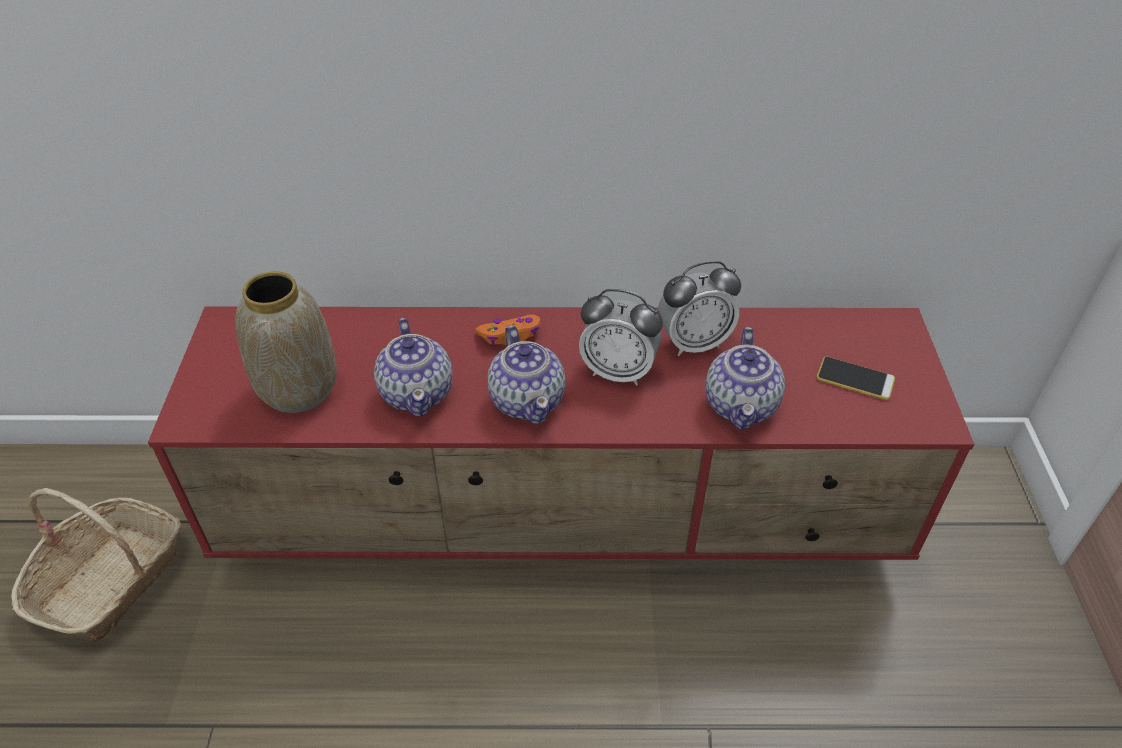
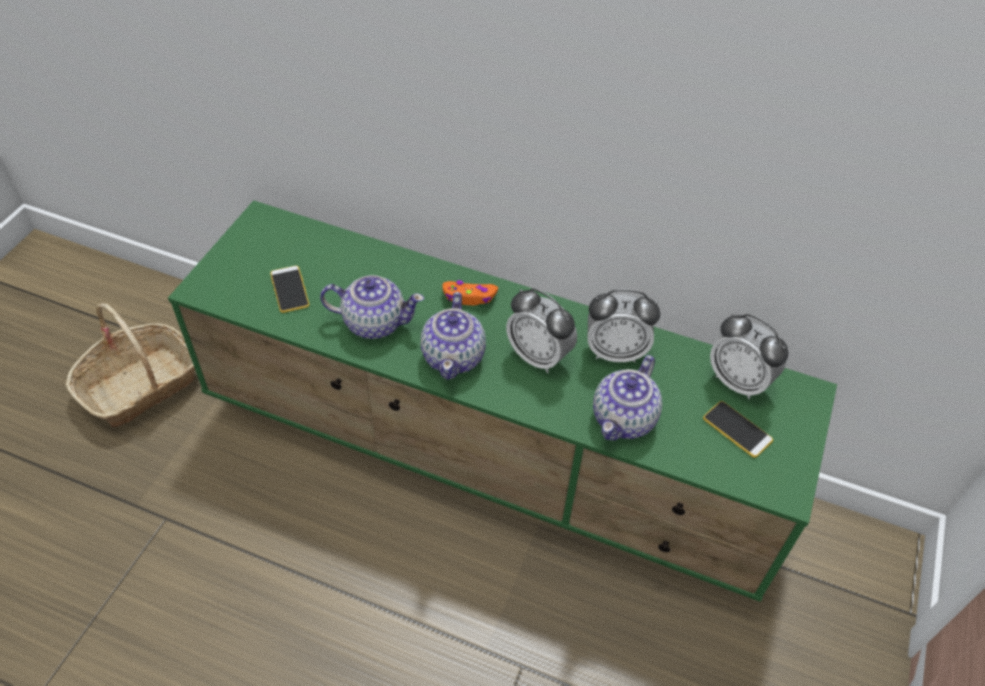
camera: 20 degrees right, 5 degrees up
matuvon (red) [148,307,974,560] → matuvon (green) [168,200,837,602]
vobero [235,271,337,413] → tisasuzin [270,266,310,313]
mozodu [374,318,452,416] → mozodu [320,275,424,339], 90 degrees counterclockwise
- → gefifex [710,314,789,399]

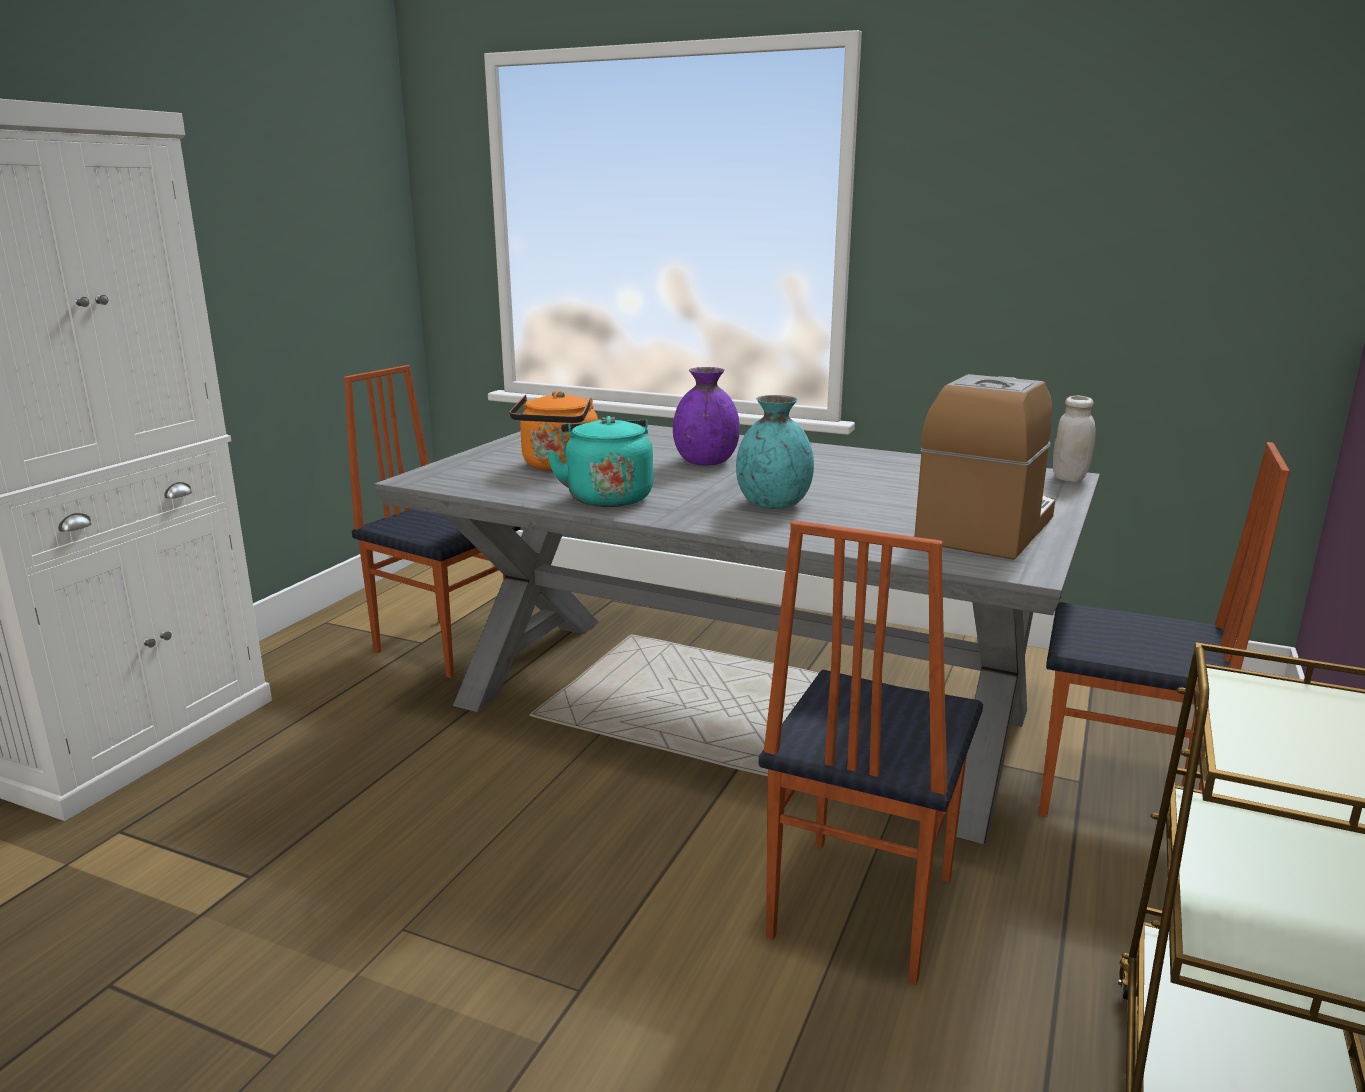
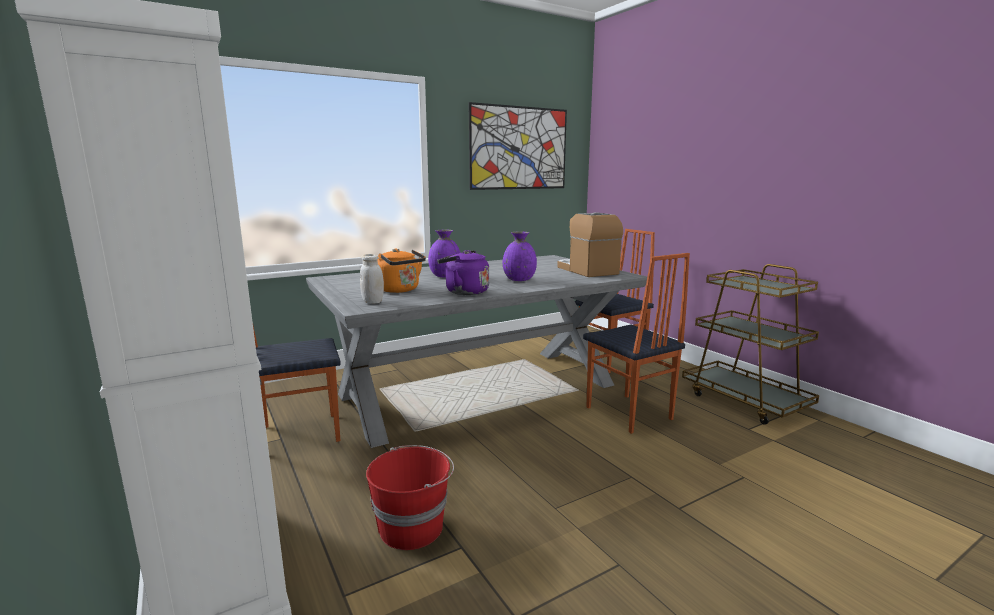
camera: 55 degrees left, 5 degrees down
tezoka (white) [1053,396,1096,482] → tezoka (white) [360,254,384,304], move
- → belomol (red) [366,445,454,550]
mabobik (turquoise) [546,416,653,507] → mabobik (purple) [437,250,489,295]
- → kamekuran [469,102,567,190]
vobero (turquoise) [736,395,814,509] → vobero (purple) [503,232,537,281]

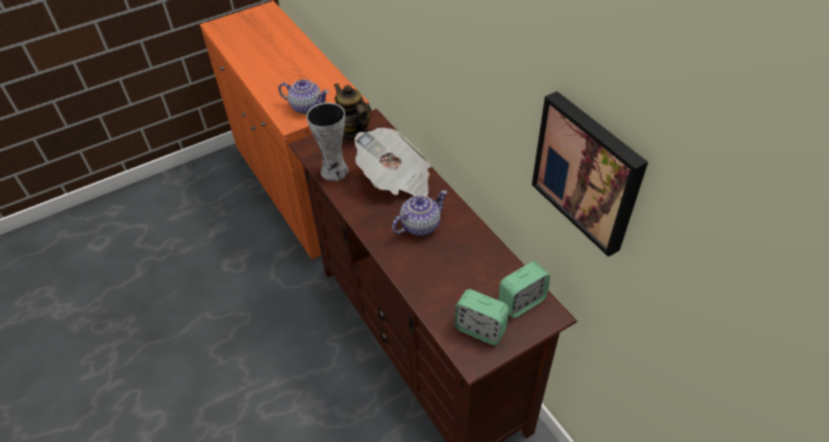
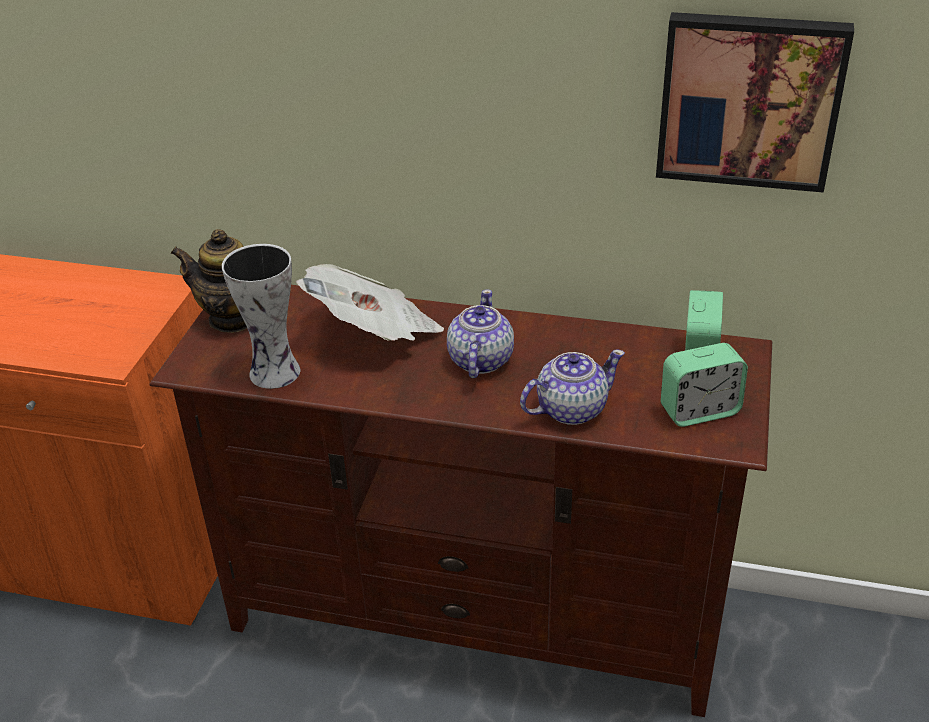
camera: 45 degrees left, 10 degrees down
mozodu [278,80,329,114] → mozodu [520,350,625,425], move

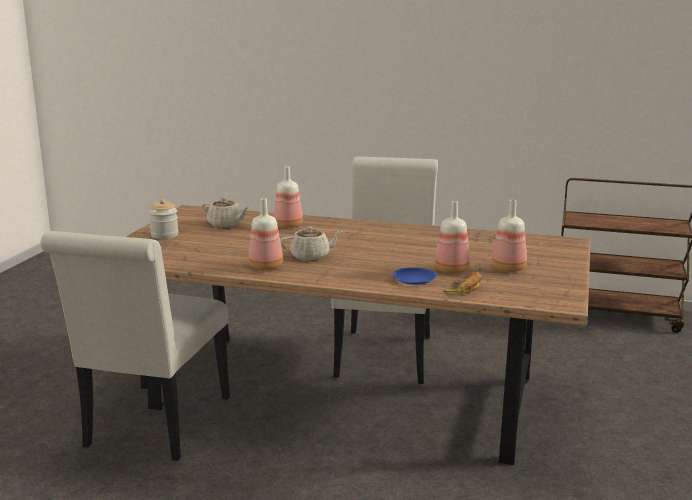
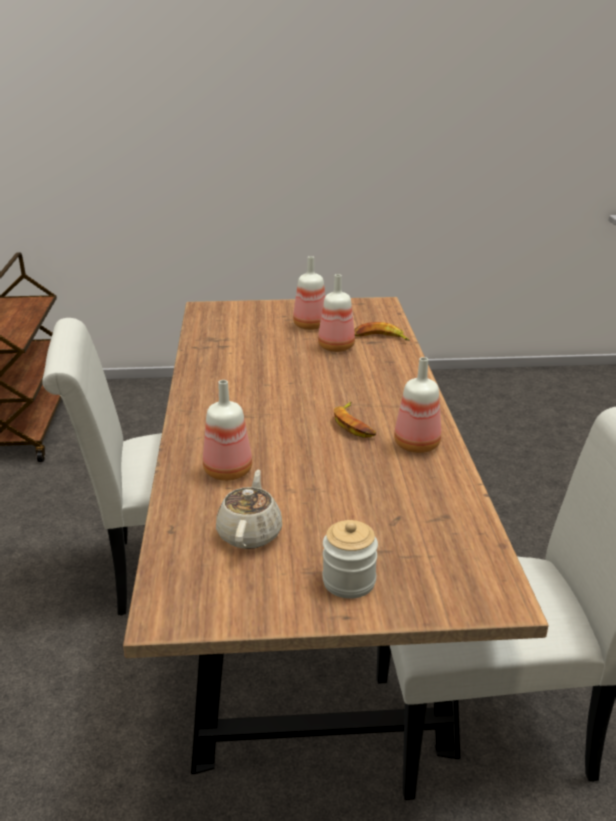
camera: 110 degrees left, 10 degrees up
mozodu (beige) [280,226,343,261] → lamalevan [334,402,376,438]
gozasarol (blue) [392,267,437,285] → -

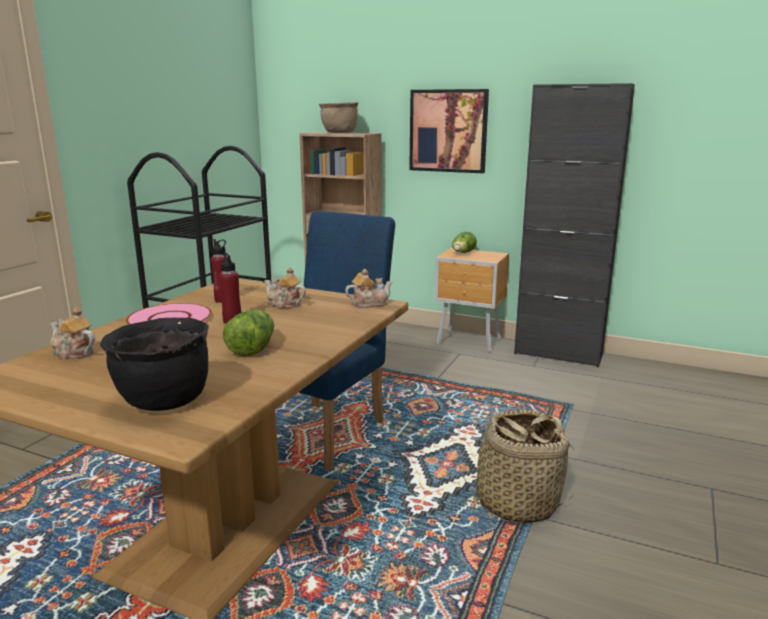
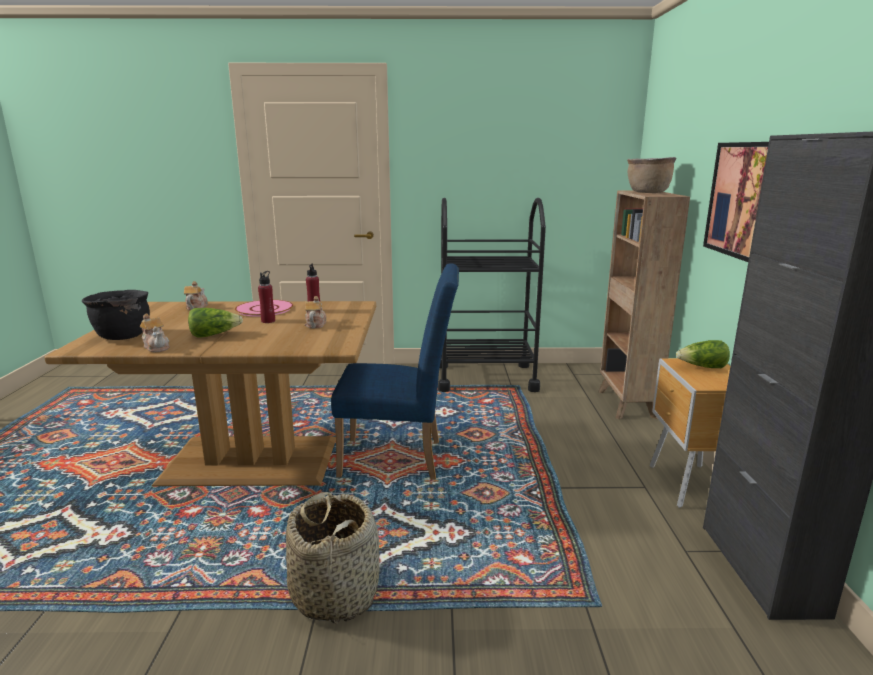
camera: 65 degrees right, 0 degrees up
mozodu [345,269,393,308] → mozodu [140,313,170,352], move

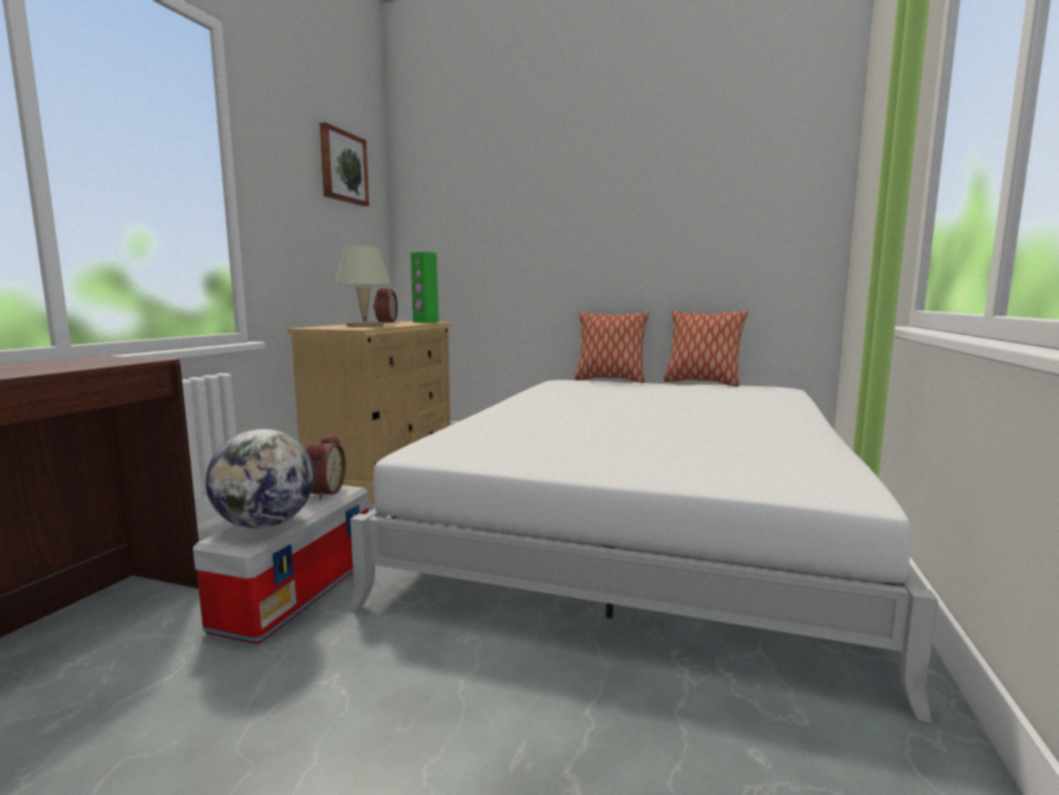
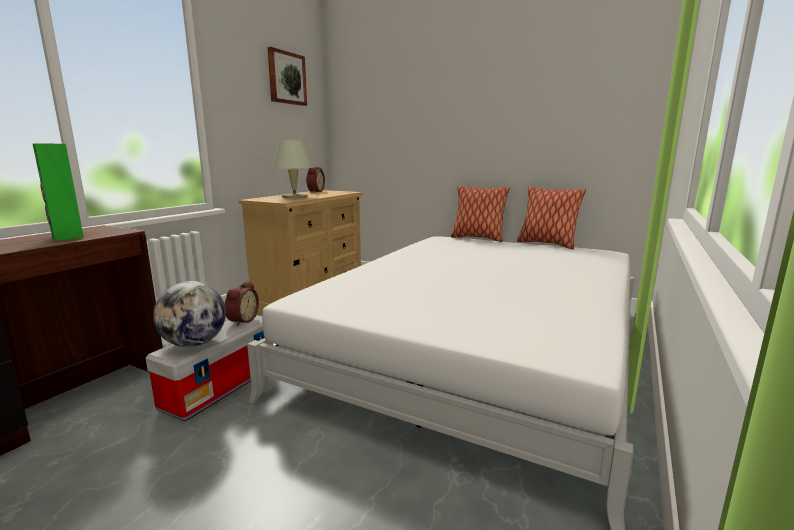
camera: 10 degrees right, 5 degrees up
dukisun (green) [411,252,439,323] → dukisun (green) [33,143,84,241], move

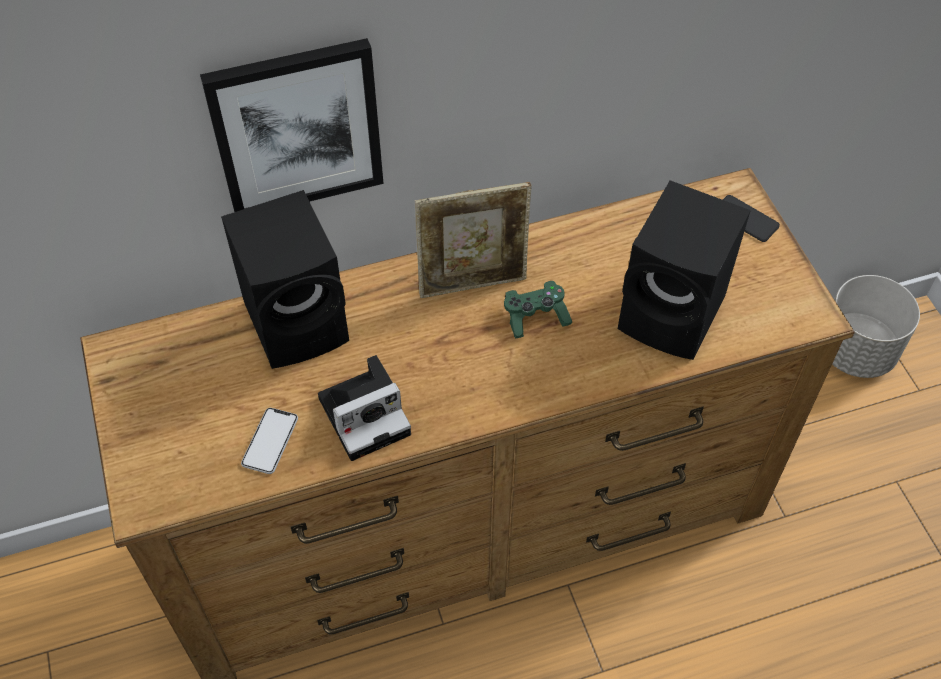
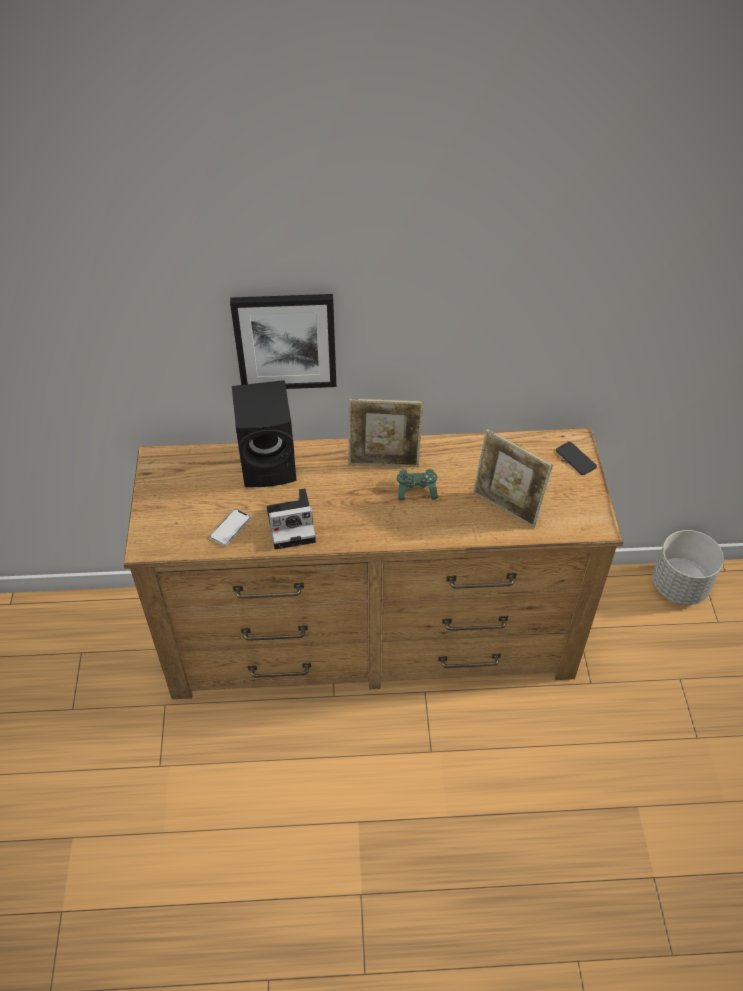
camera: 15 degrees right, 5 degrees down
dukisun (black) [618,180,751,360] → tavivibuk [473,429,553,528]

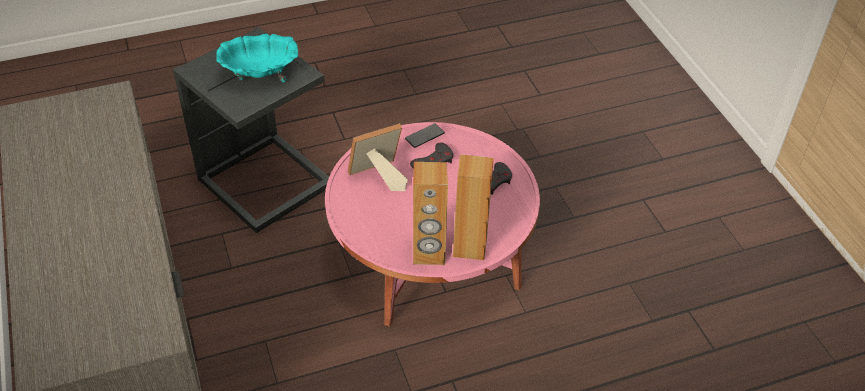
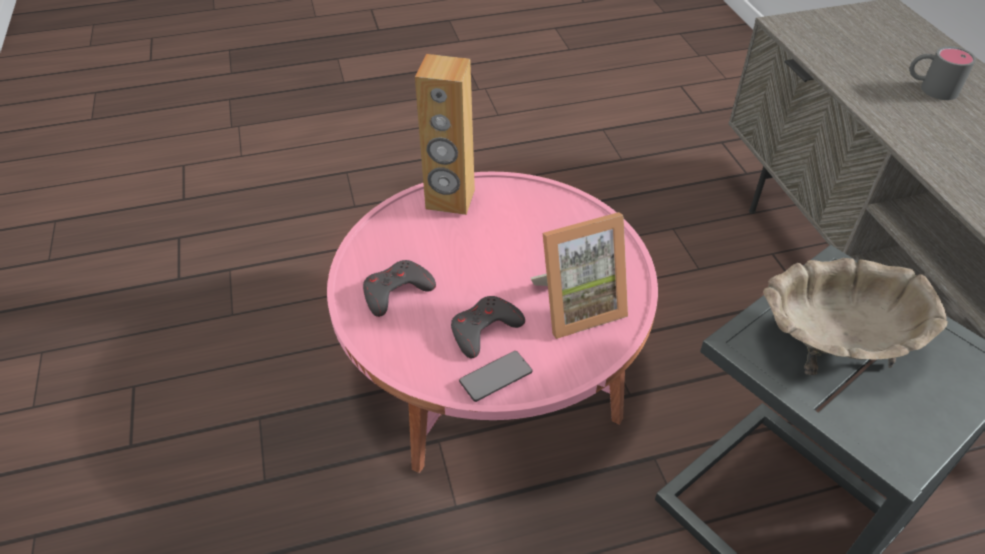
camera: 175 degrees left, 0 degrees up
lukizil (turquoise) [216,34,298,83] → lukizil (beige) [763,258,948,375]
- → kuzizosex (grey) [910,46,976,100]
dukisun (brown) [413,162,448,265] → -

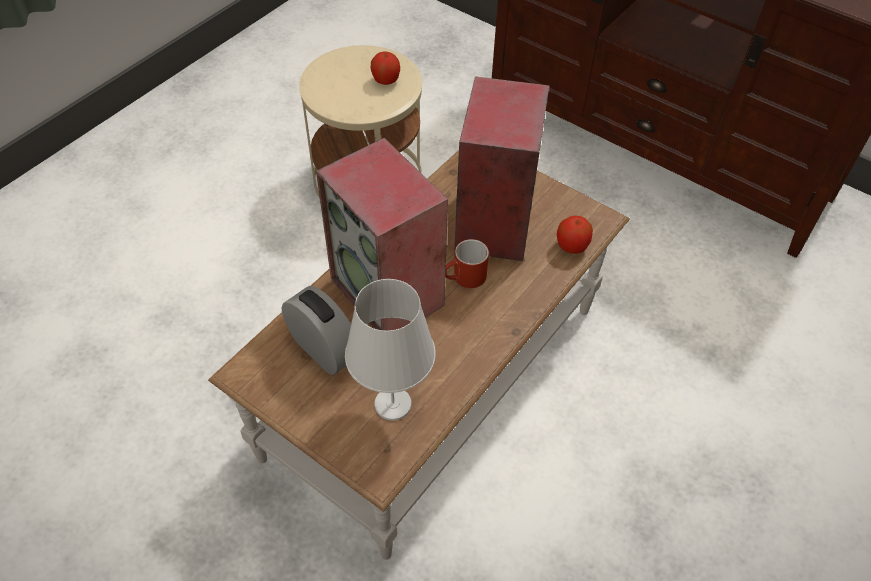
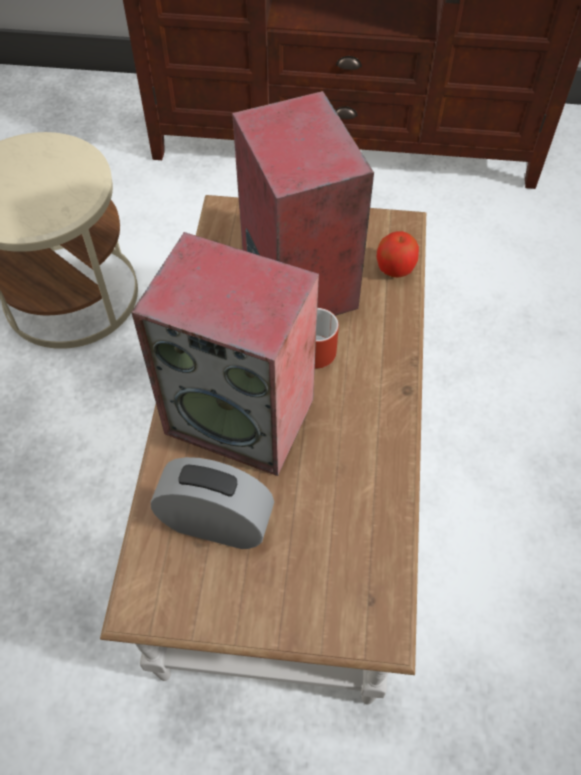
camera: 30 degrees left, 5 degrees up
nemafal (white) [345,279,436,421] → -
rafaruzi [371,52,400,85] → -

